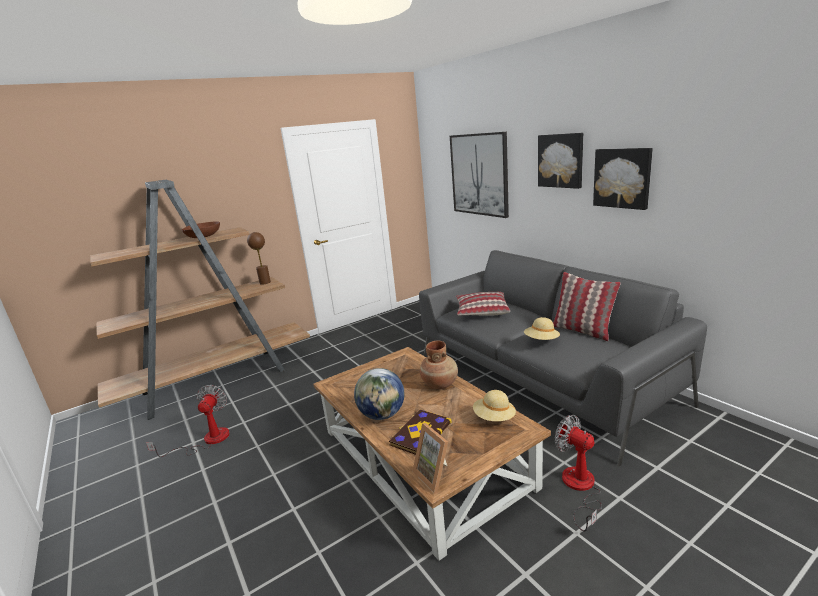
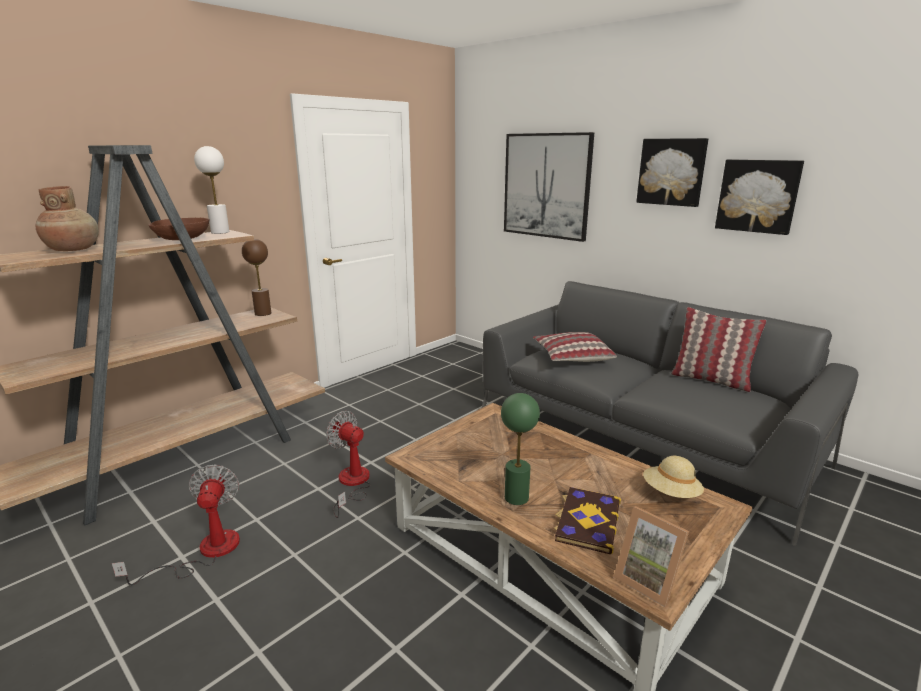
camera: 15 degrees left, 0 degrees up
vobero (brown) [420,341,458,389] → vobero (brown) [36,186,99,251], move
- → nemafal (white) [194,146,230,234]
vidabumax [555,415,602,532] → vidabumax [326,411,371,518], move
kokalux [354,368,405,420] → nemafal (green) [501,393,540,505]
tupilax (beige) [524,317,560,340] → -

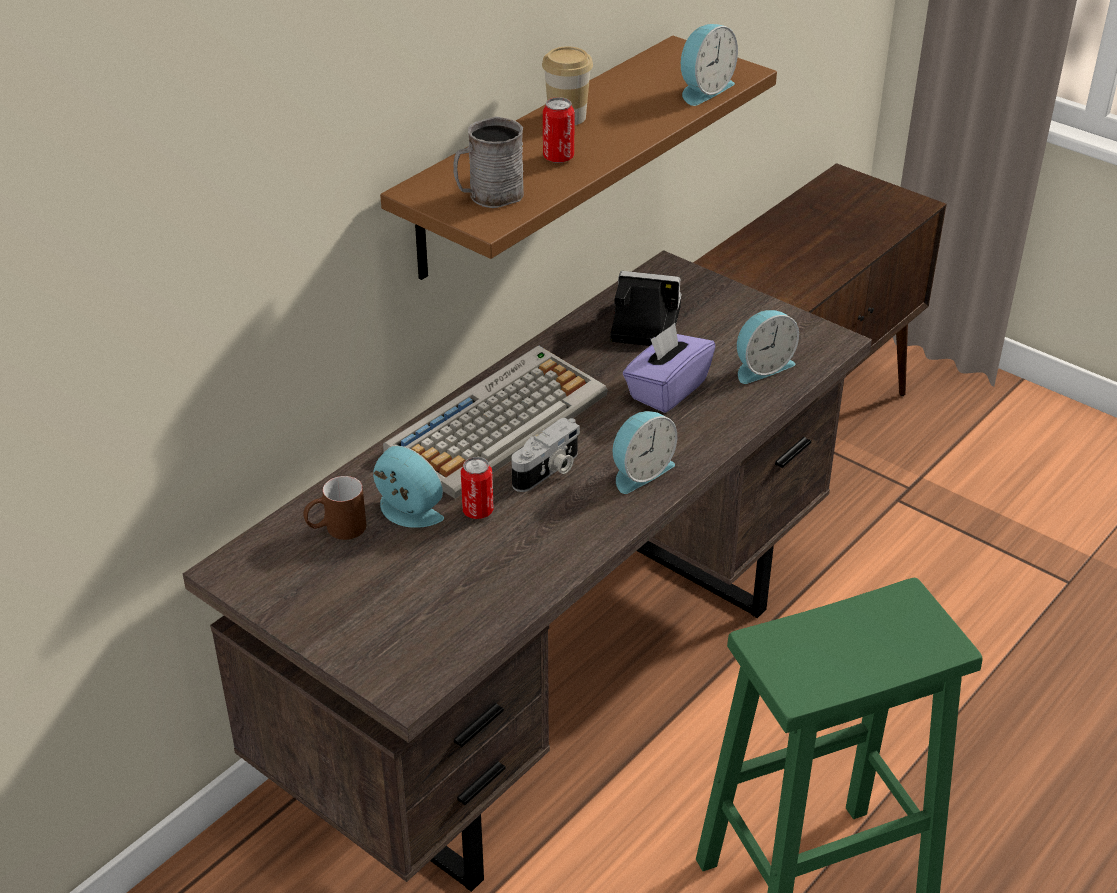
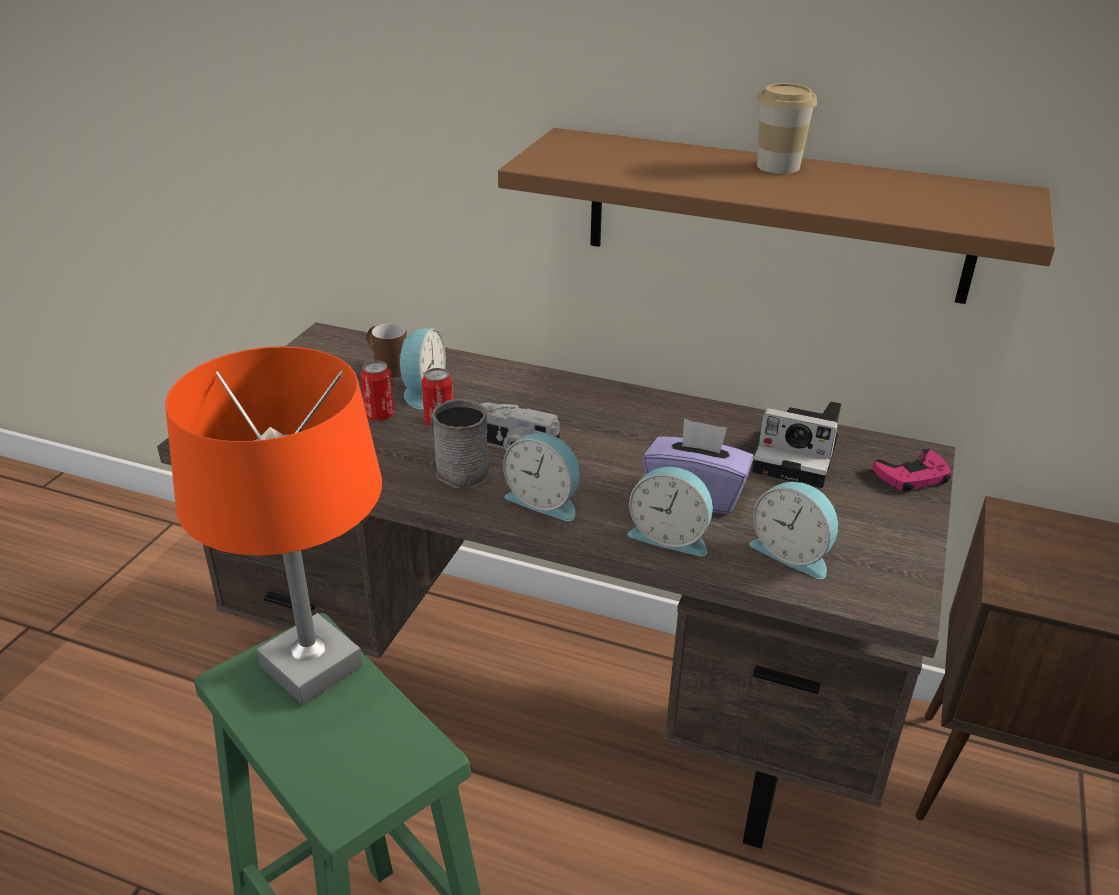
camera: 70 degrees right, 5 degrees down
- → nemafal (orange) [166,346,382,705]
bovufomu [543,97,575,163] → bovufomu [361,361,394,421], move
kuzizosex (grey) [454,116,524,208] → kuzizosex (grey) [430,399,489,488], move
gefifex [681,24,738,106] → gefifex [627,467,713,557], move
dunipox [610,271,682,346] → dunipox [752,402,841,488], 120 degrees clockwise
- → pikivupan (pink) [873,449,951,492]
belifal [383,345,607,499] → -

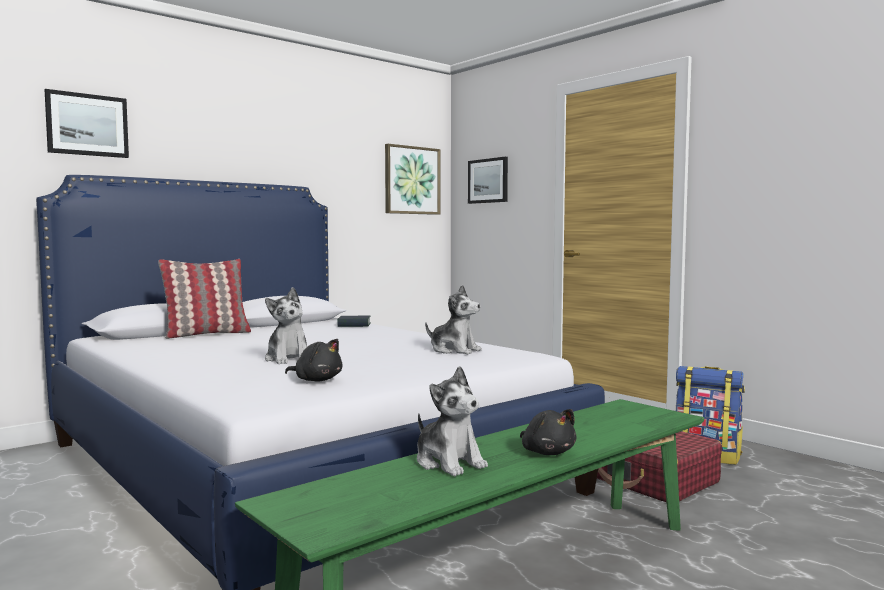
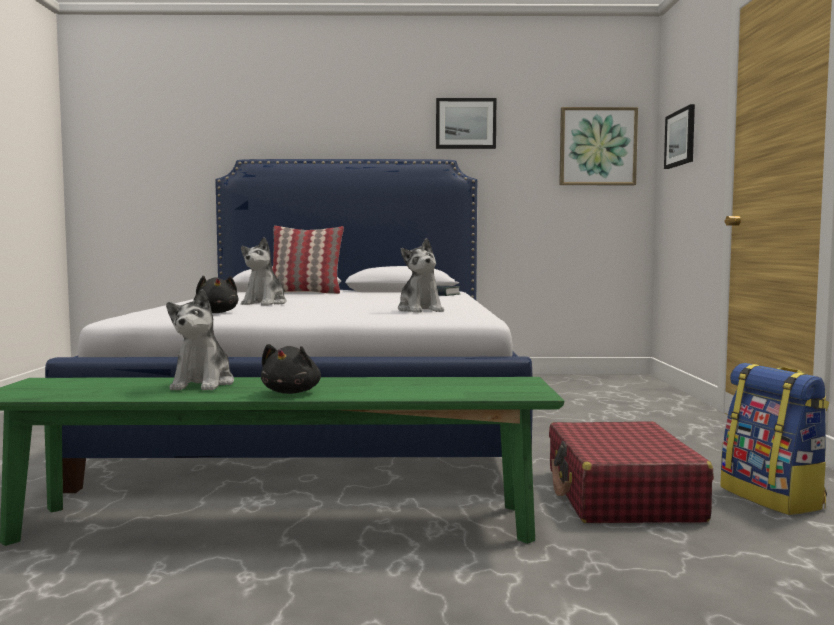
camera: 40 degrees right, 0 degrees up
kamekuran [45,89,129,158] → kamekuran [436,98,496,149], move

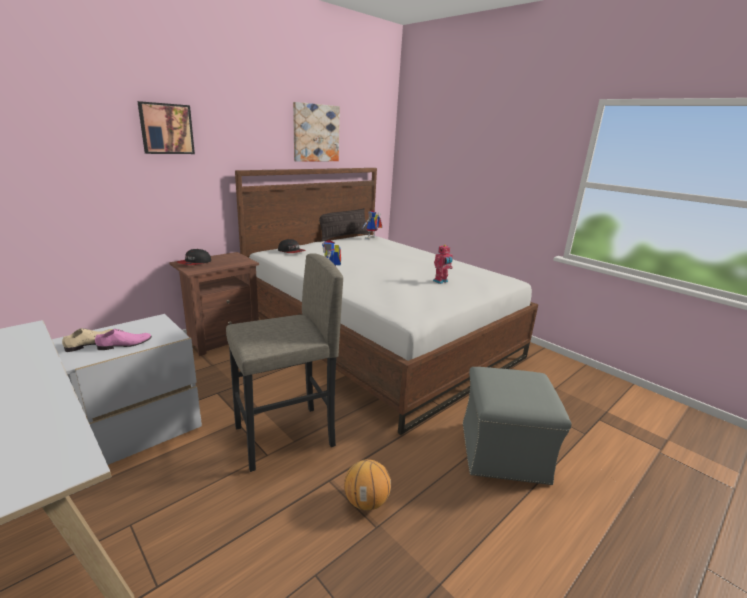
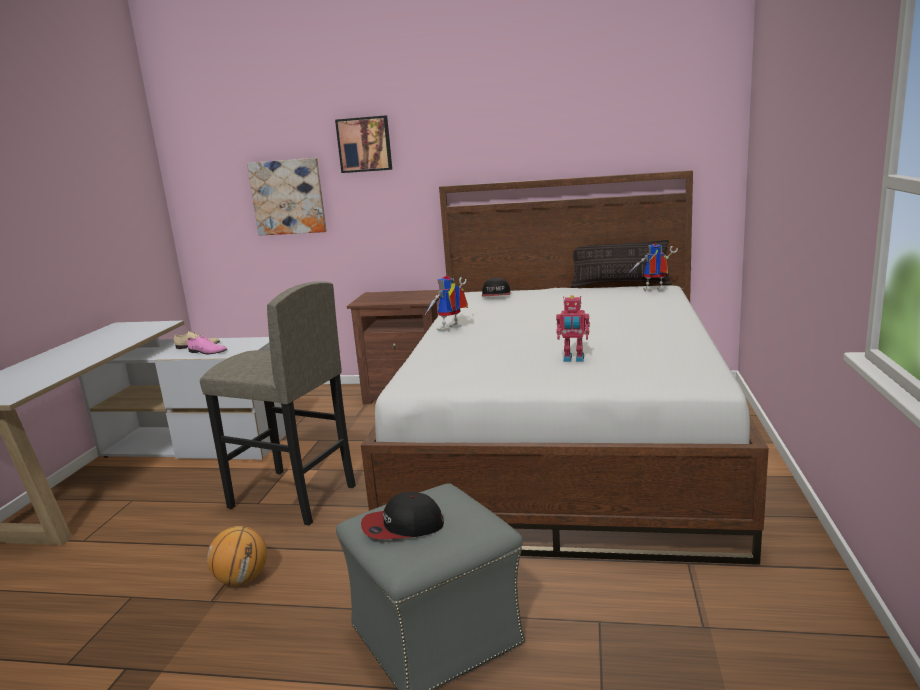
camera: 55 degrees right, 5 degrees down
kamekuran [293,102,340,162] → kamekuran [247,158,327,236], move
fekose [177,249,211,265] → fekose [361,492,444,539], move

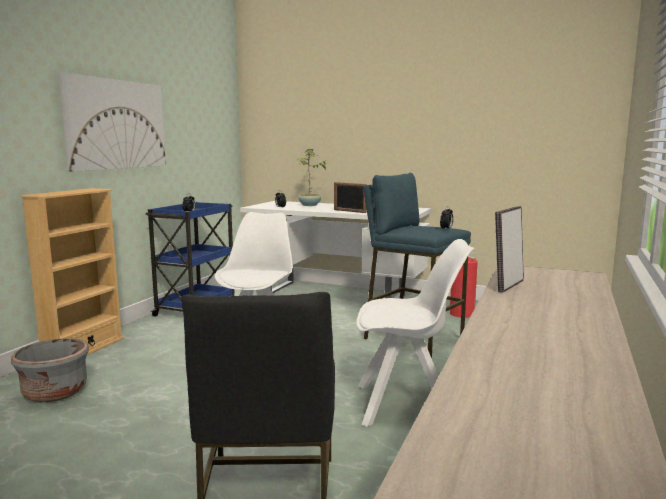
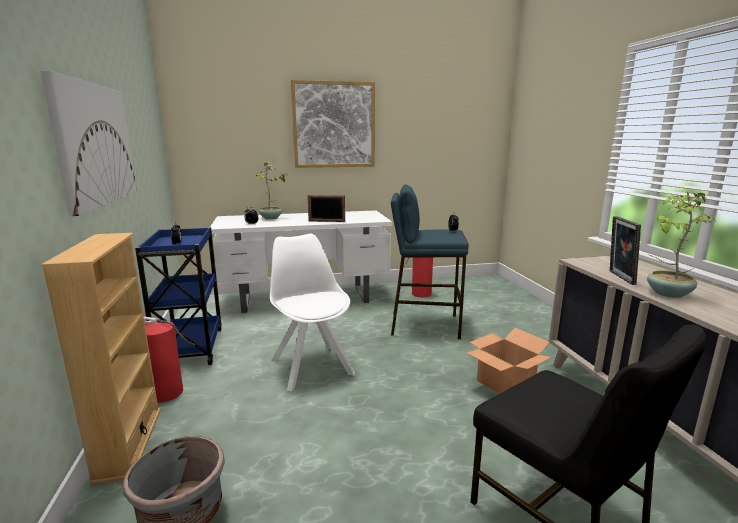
camera: 35 degrees left, 5 degrees up
- → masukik [144,316,195,403]
- → kamekuran [291,80,375,168]
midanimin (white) [356,239,474,427] → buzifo [467,328,552,394]
- → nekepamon [647,191,715,298]

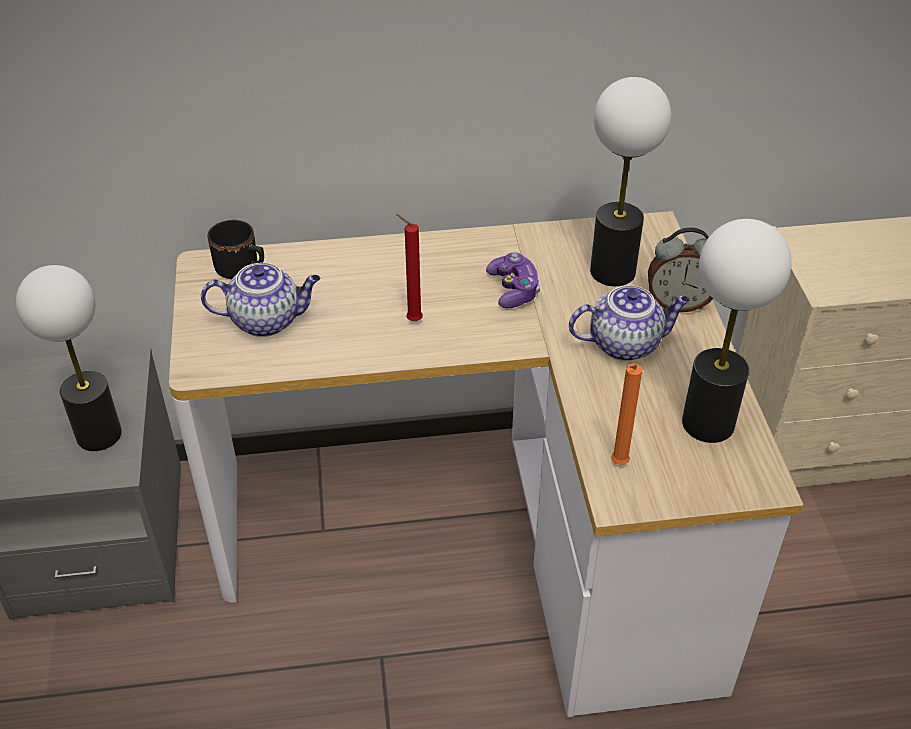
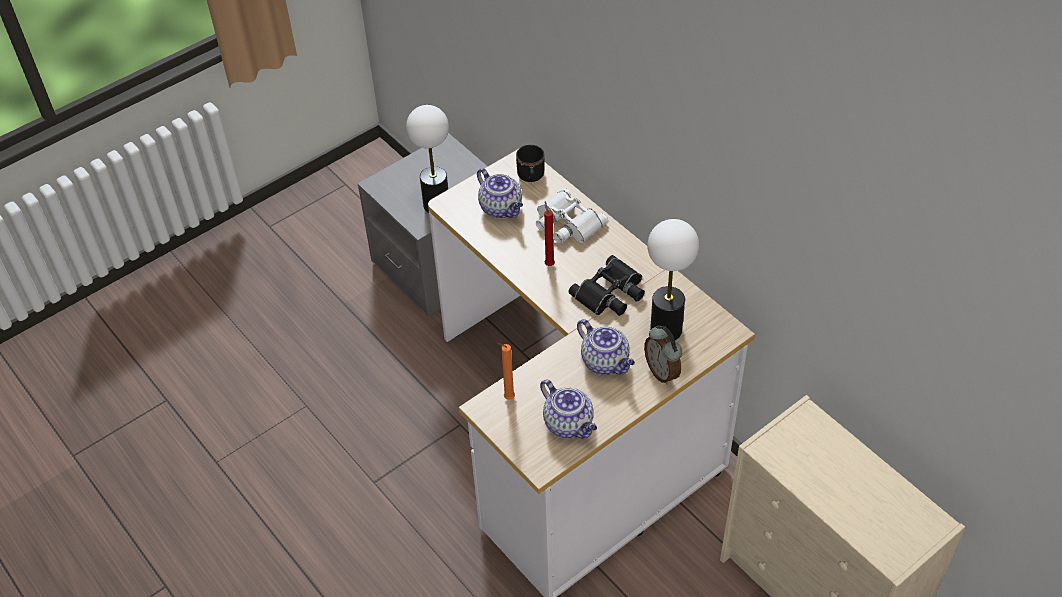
camera: 60 degrees right, 5 degrees up
- → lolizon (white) [536,188,608,244]
nemafal [682,219,792,443] → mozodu [540,379,597,439]
pikivupan [486,252,541,309] → lolizon (black) [569,255,645,316]

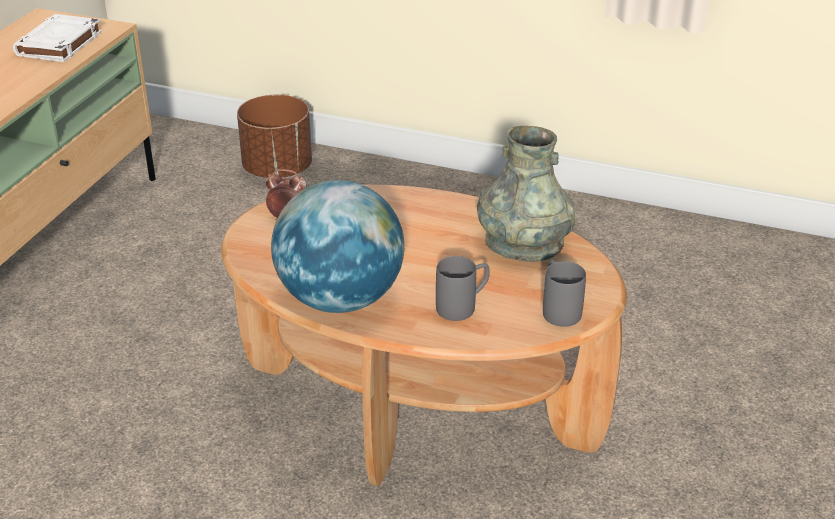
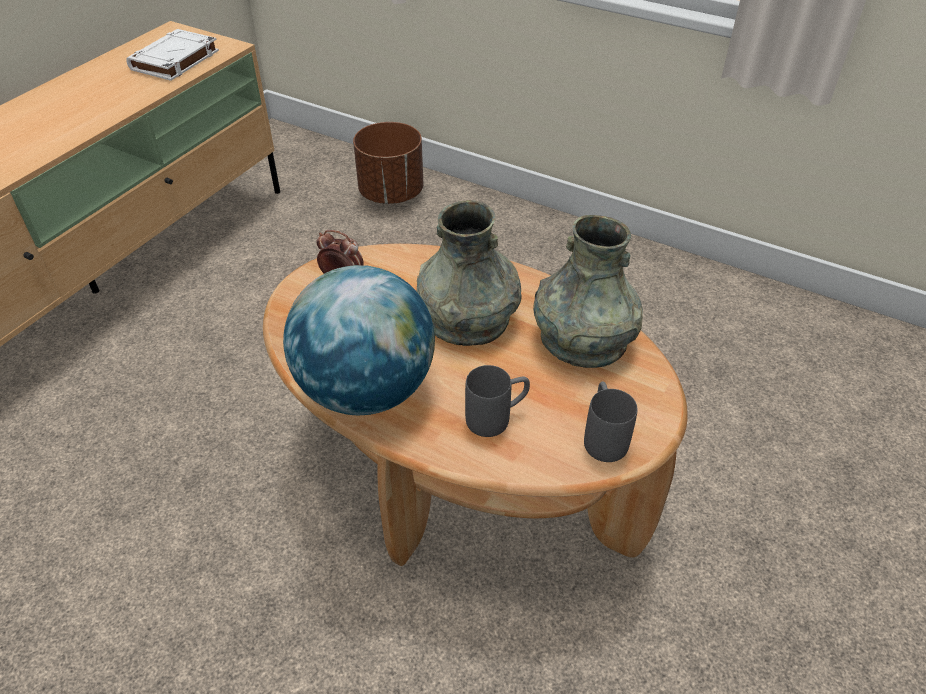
camera: 10 degrees right, 10 degrees up
- → vobero (grey) [417,200,522,346]

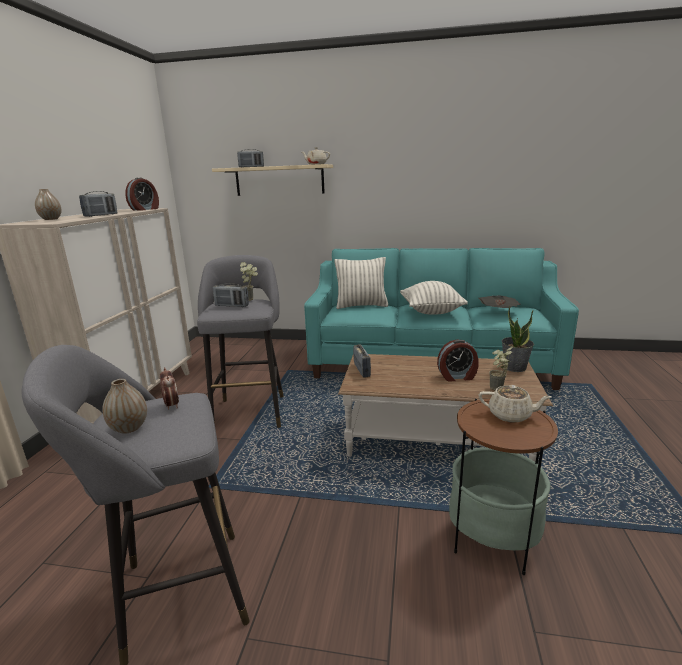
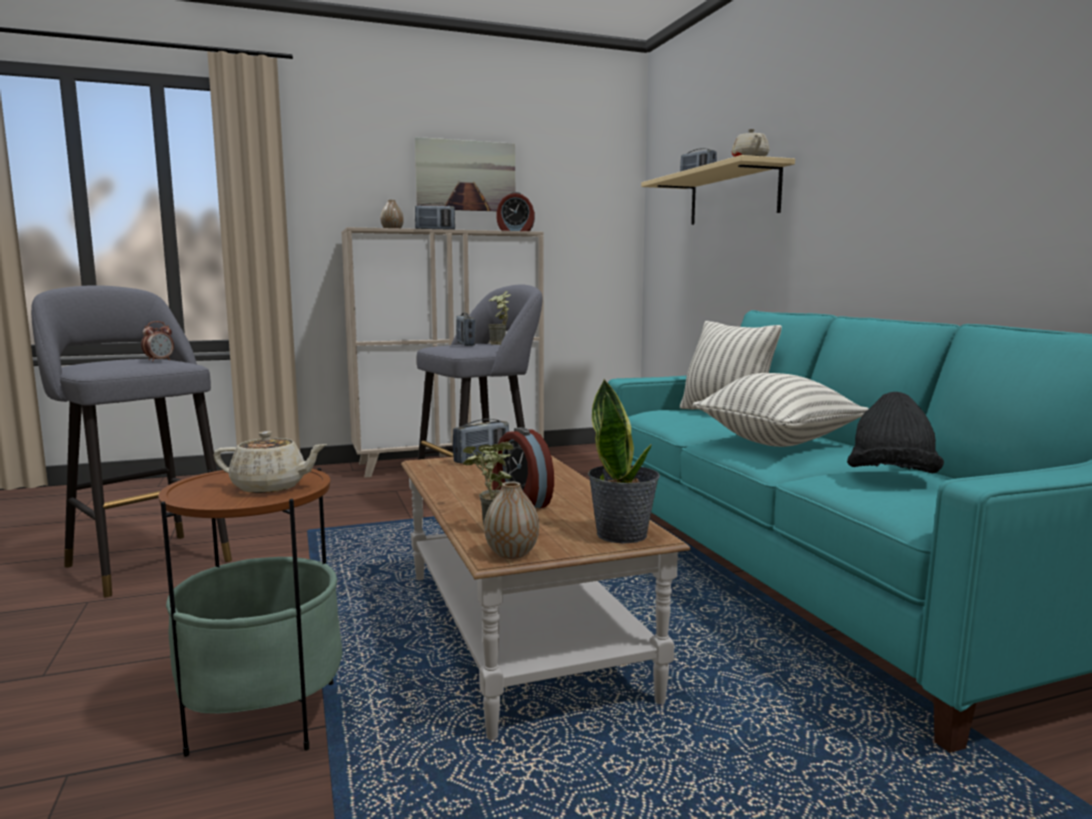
camera: 60 degrees right, 10 degrees down
mozodu (beige) [479,385,552,423] → mozodu (beige) [213,431,327,493], 75 degrees counterclockwise
- → kamekuran [415,137,515,211]
vobero [102,379,147,434] → vobero [484,482,539,559], move
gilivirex [478,296,521,308] → tupilax (black) [847,392,944,473]

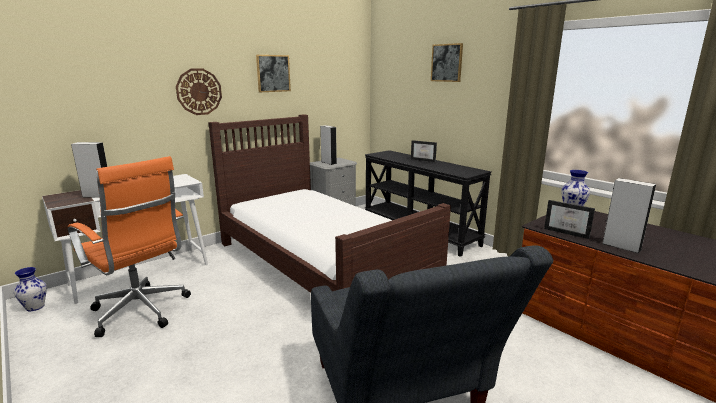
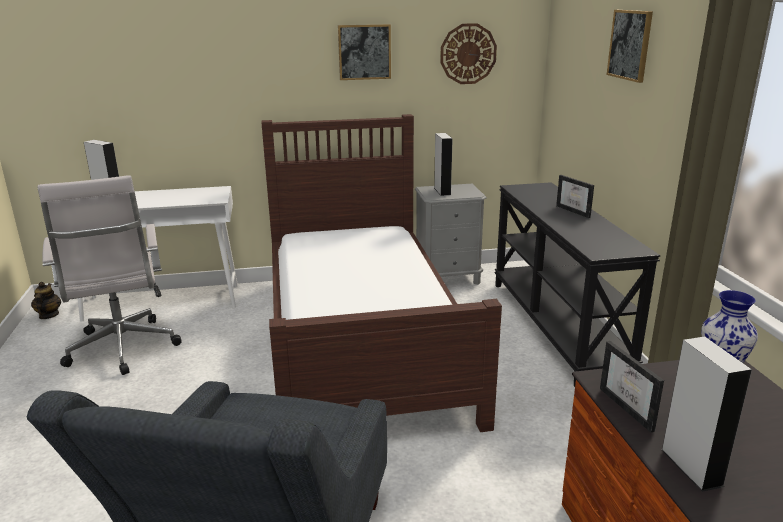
camera: 30 degrees right, 5 degrees up
vobero [14,267,47,311] → mozodu [31,282,61,319]
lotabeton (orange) [68,156,191,337] → lotabeton (white) [37,175,182,375]
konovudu [176,69,222,115] → konovudu [440,23,497,84], move

